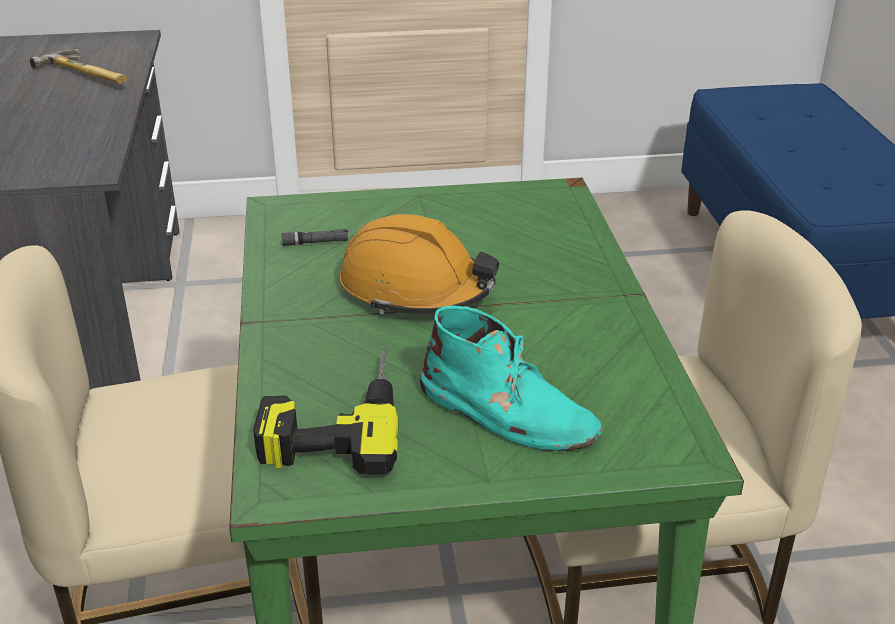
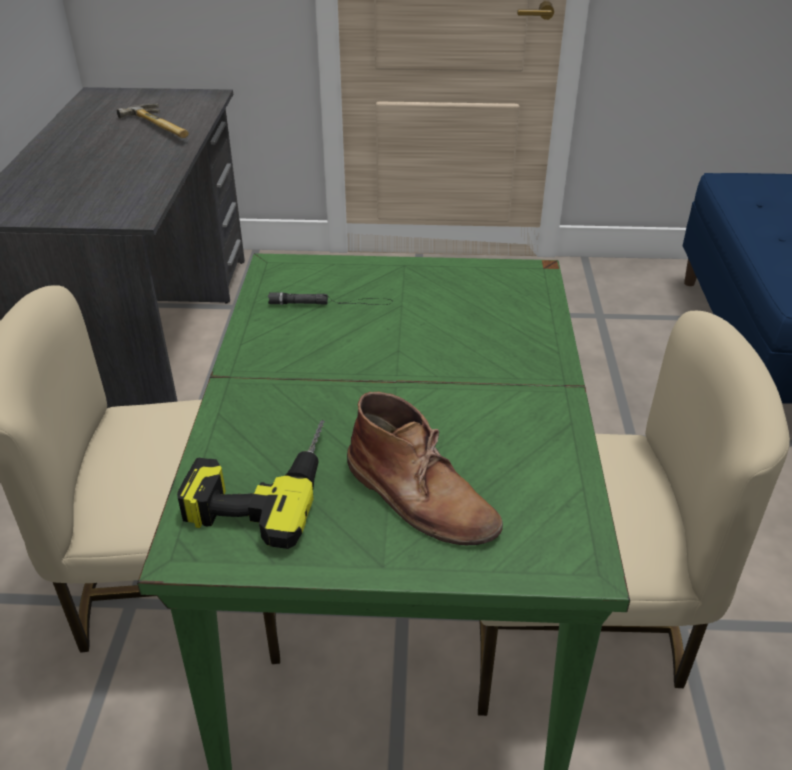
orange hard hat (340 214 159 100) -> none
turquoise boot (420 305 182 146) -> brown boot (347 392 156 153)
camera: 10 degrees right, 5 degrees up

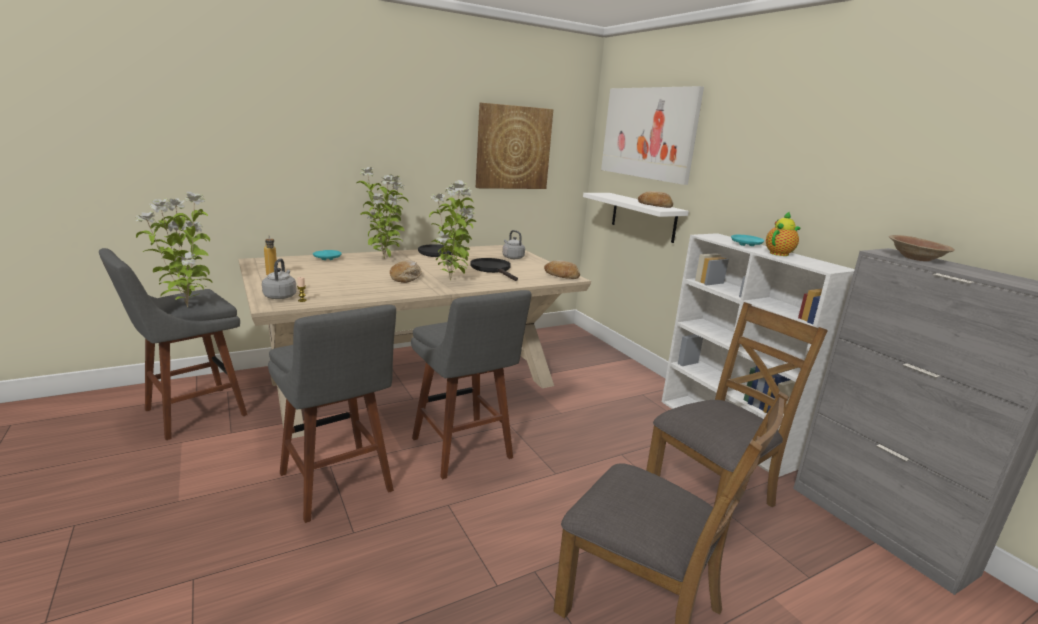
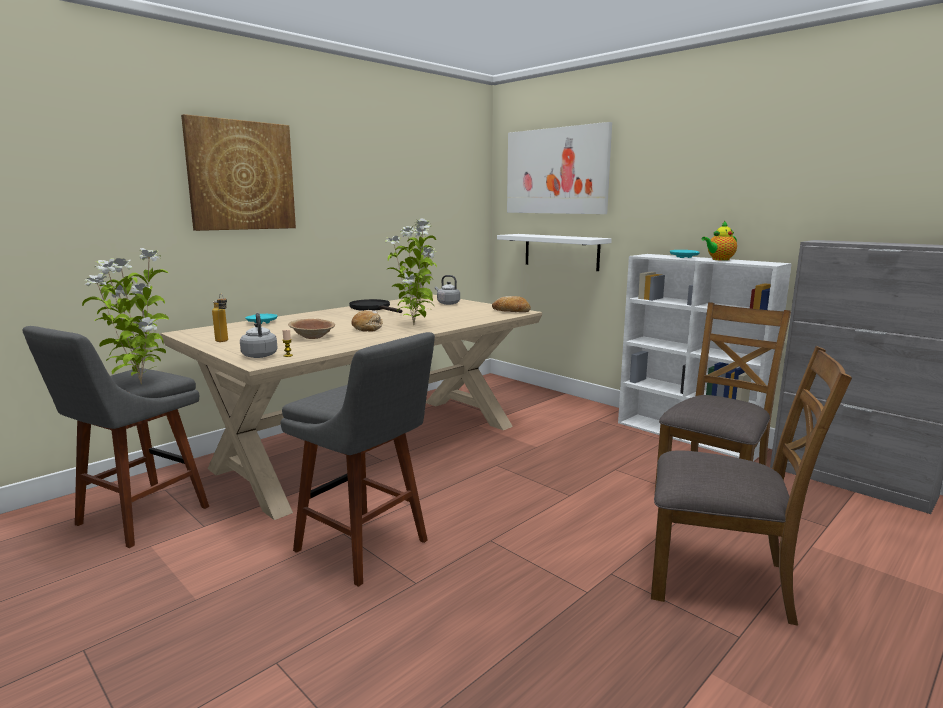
potted plant (356 167 52 92) -> none
grey stool (411 290 121 189) -> none
black frying pan (470 258 48 23) -> none
picture (476 103 77 86) -> picture (181 114 115 117), moved
bread (638 191 35 17) -> none
teapot (766 211 34 45) -> teapot (702 221 35 40), 150 degrees counterclockwise
brown bowl (889 235 66 26) -> brown bowl (288 319 47 20), moved
camera: 15 degrees left, 5 degrees down

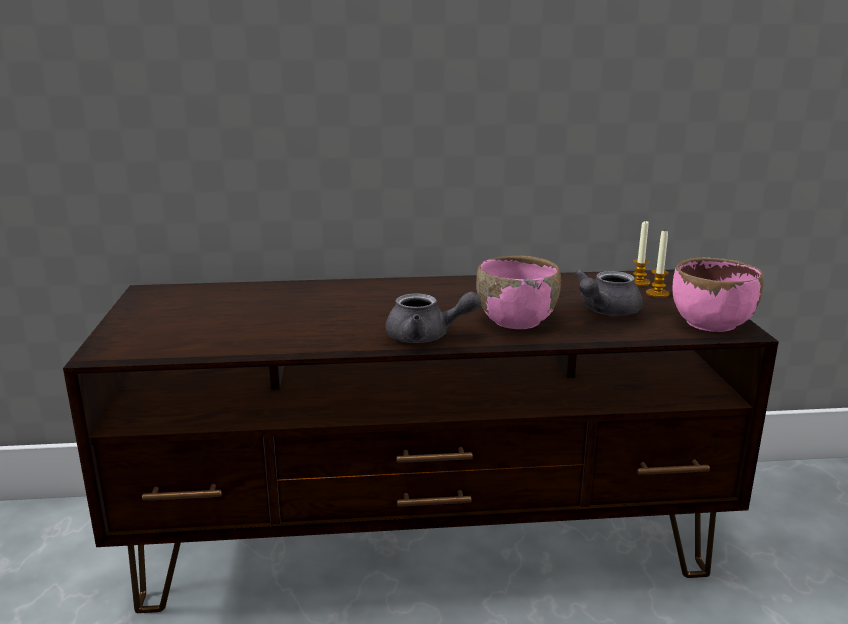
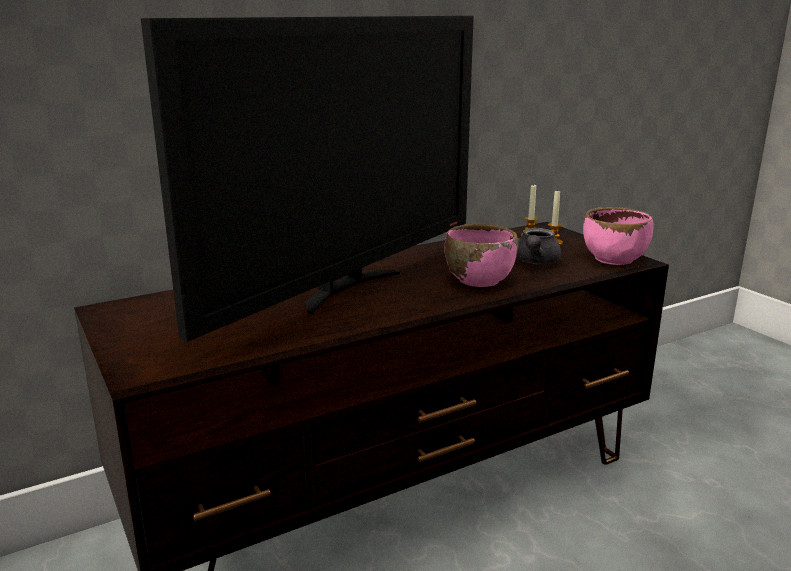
grey teapot (385 292 96 51) -> none
none -> television (141 16 333 326)
camera: 25 degrees left, 0 degrees up

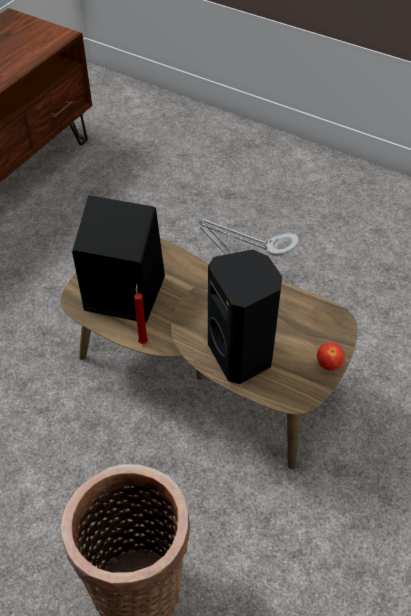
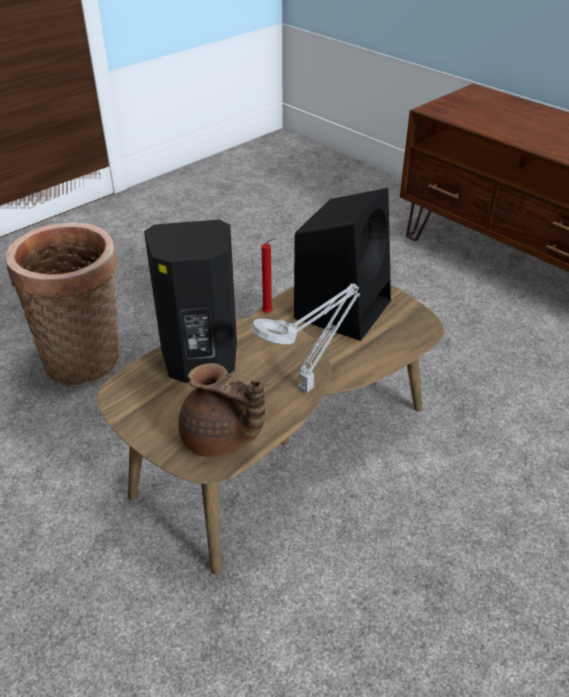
apple (317 342 28 29) -> none
none -> brown teapot (178 363 87 95)
camera: 105 degrees right, 10 degrees down

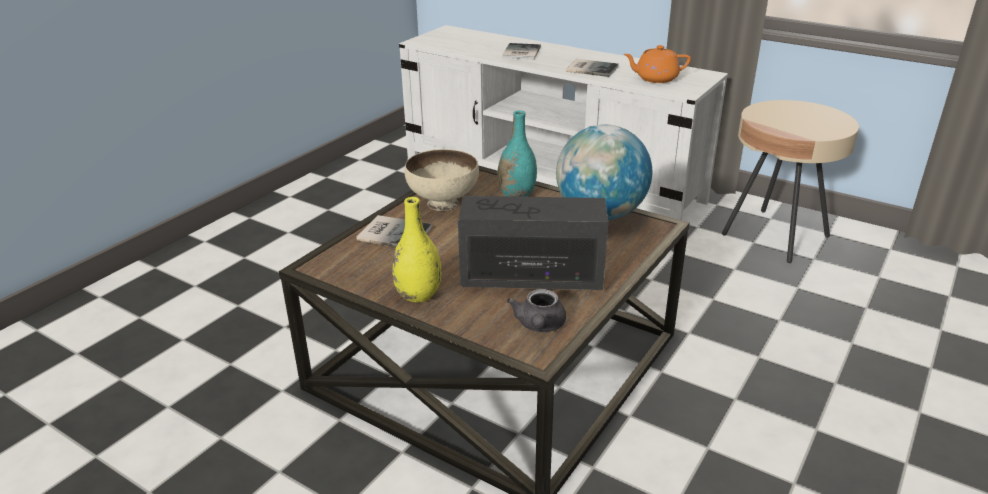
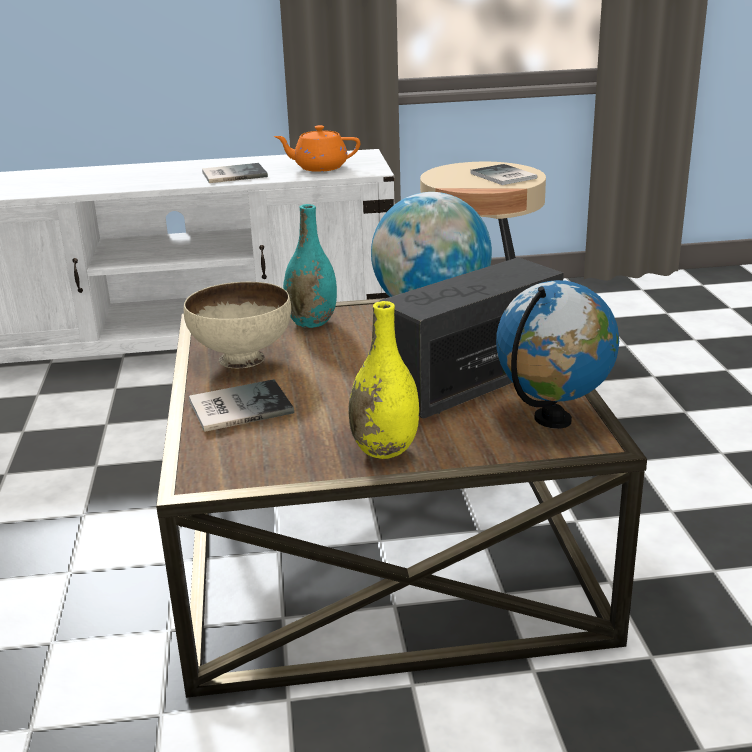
book (502 43 39 17) -> book (471 164 66 21), moved
grey teapot (507 289 59 43) -> globe (496 280 123 149)
orange teapot (623 45 68 38) -> orange teapot (274 125 86 47), 45 degrees clockwise
camera: 40 degrees left, 5 degrees down

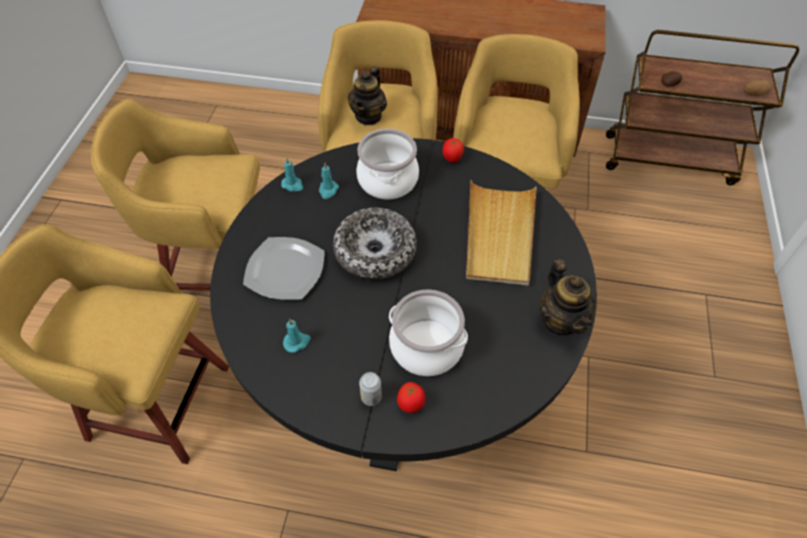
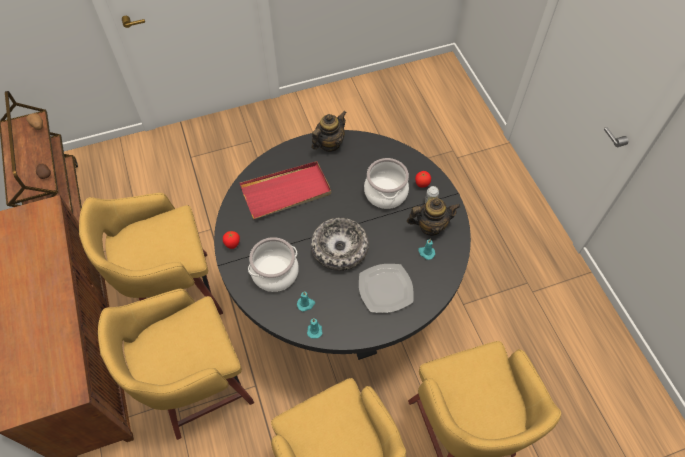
teapot (348 66 39 59) -> teapot (407 198 54 38), moved
beige tray (466 180 71 106) -> red tray (240 161 91 58)
camera: 120 degrees left, 5 degrees up

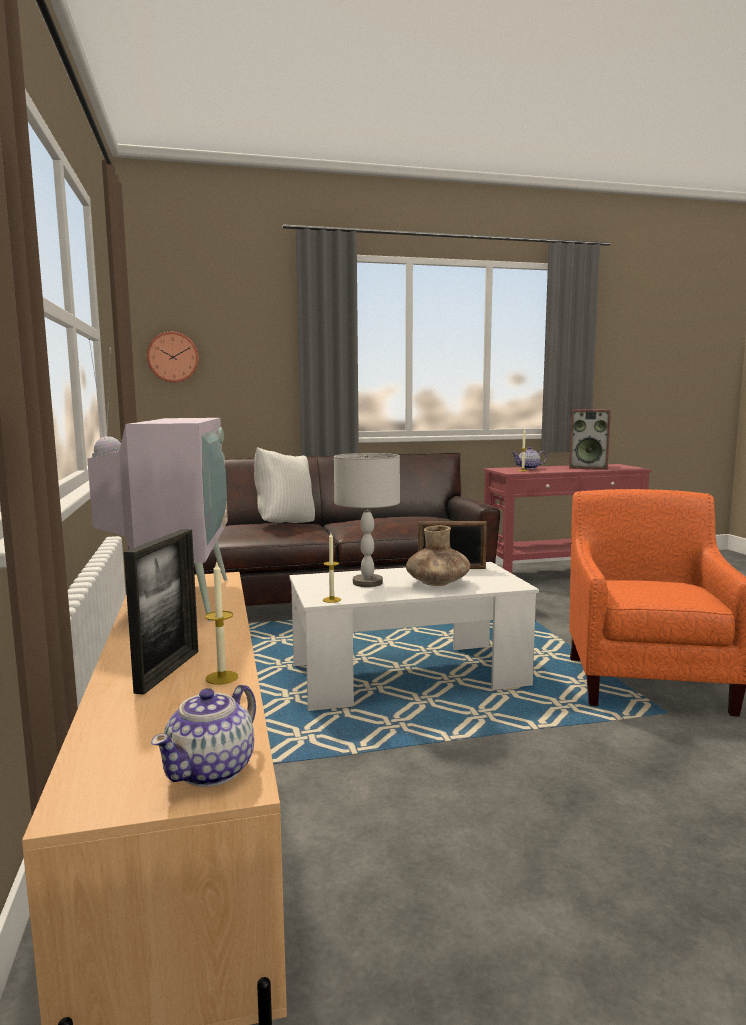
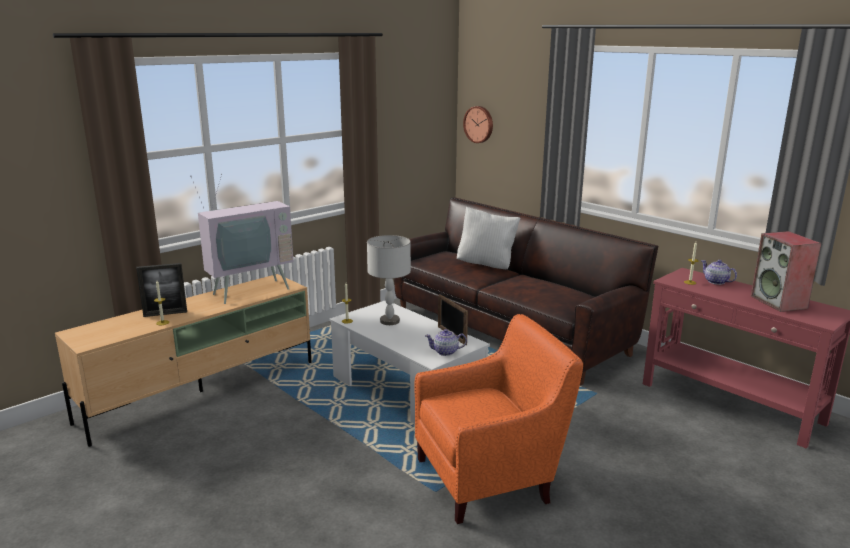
teapot (151 684 105 103) -> teapot (425 329 42 27), moved
brown vase (406 525 64 61) -> none
camera: 60 degrees right, 10 degrees up

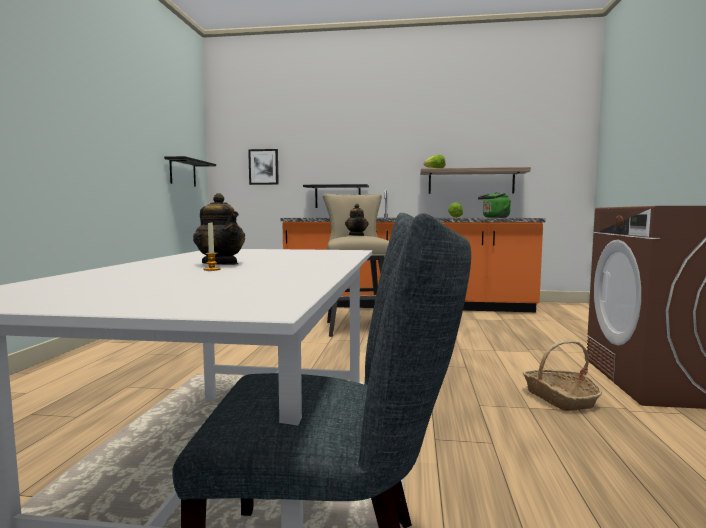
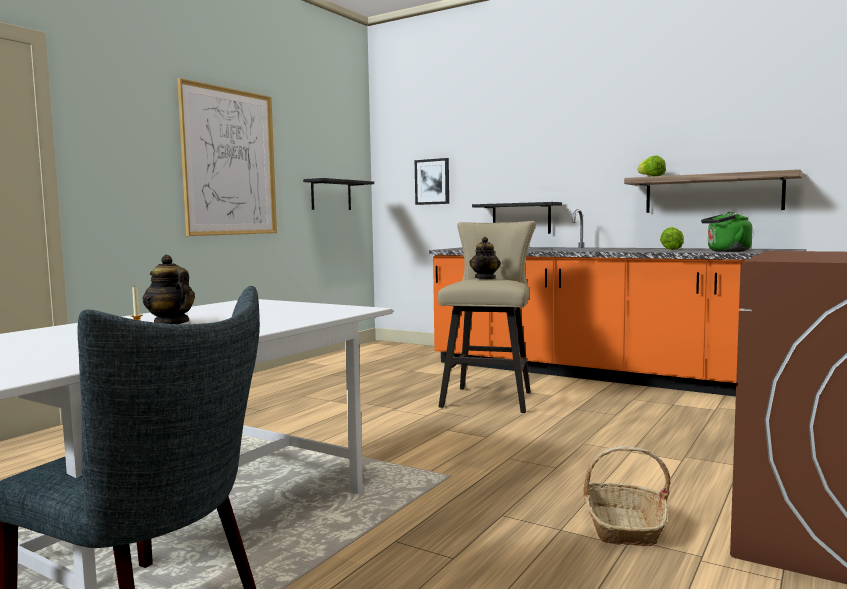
teapot (193 193 52 72) -> teapot (143 255 52 69), 150 degrees clockwise
none -> picture (177 78 100 158)
camera: 25 degrees right, 0 degrees up

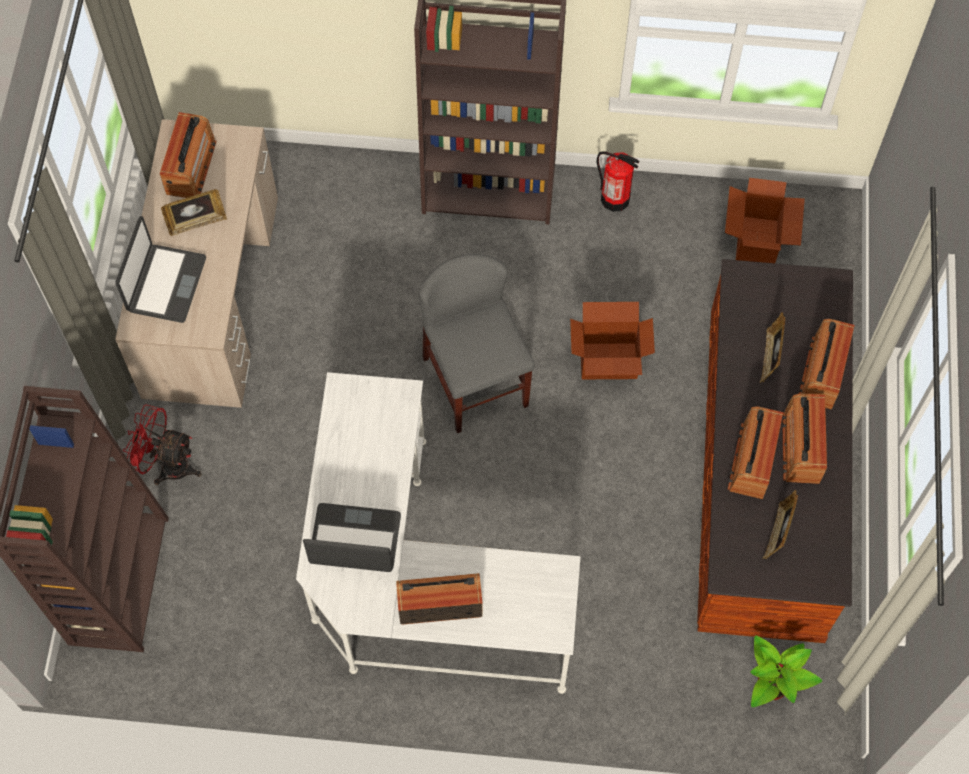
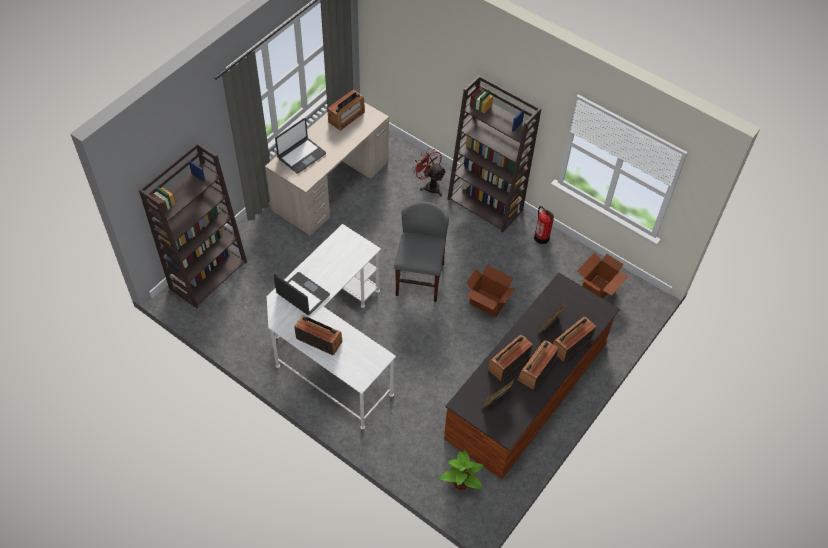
red fan (123 404 78 81) -> red fan (412 148 34 48), moved
picture frame (161 189 66 47) -> none
camera: 30 degrees right, 10 degrees down

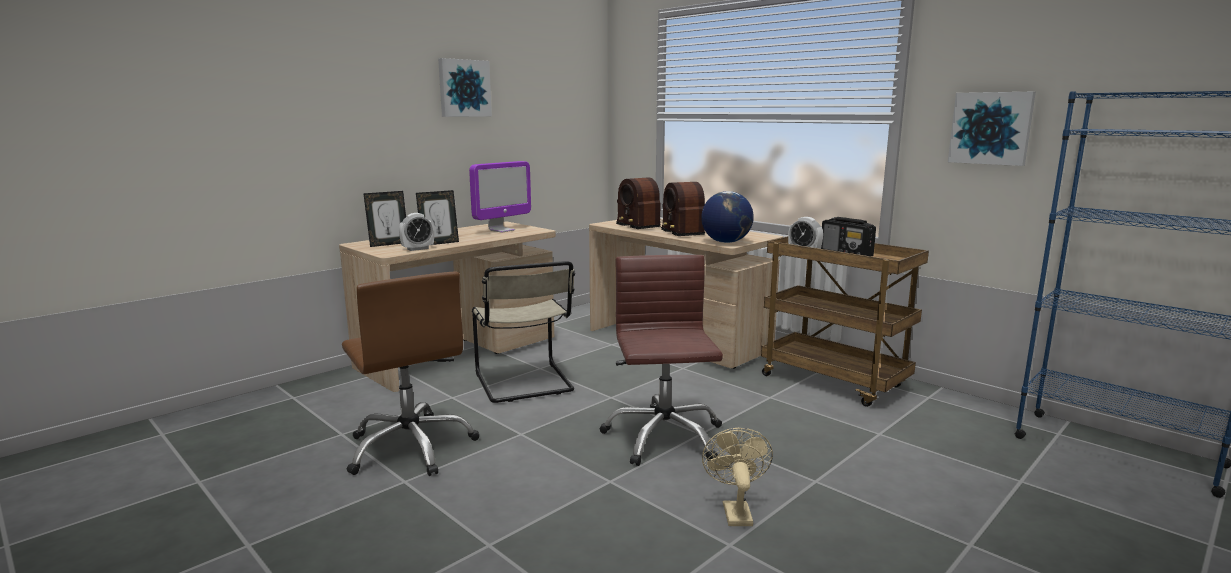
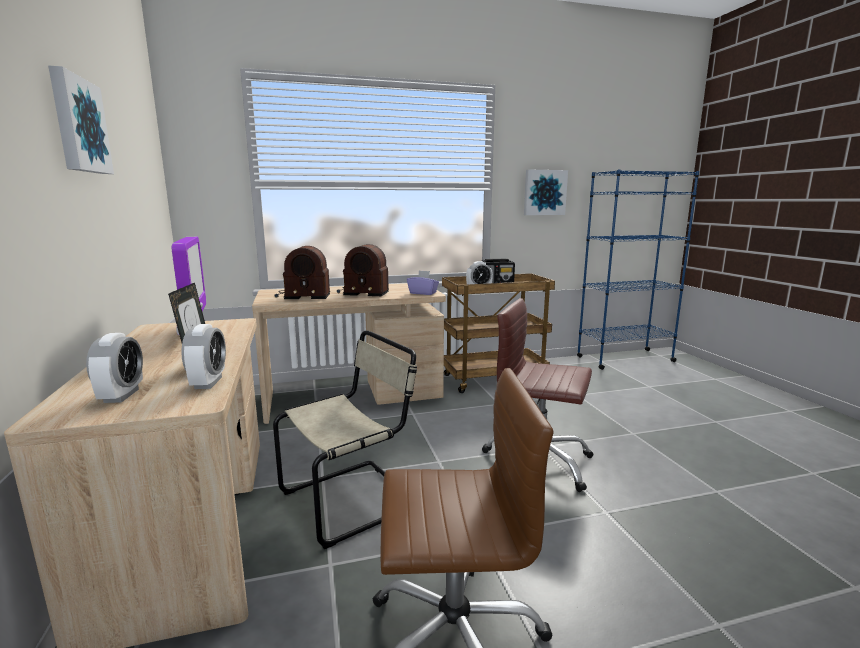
picture frame (363 191 43 56) -> alarm clock (86 333 57 70)
beige chair (472 261 103 142) -> beige chair (273 330 144 219), 45 degrees counterclockwise
globe (701 191 53 52) -> purple tissue box (407 271 32 24)
beige fan (702 428 71 98) -> none
camera: 60 degrees left, 0 degrees up

